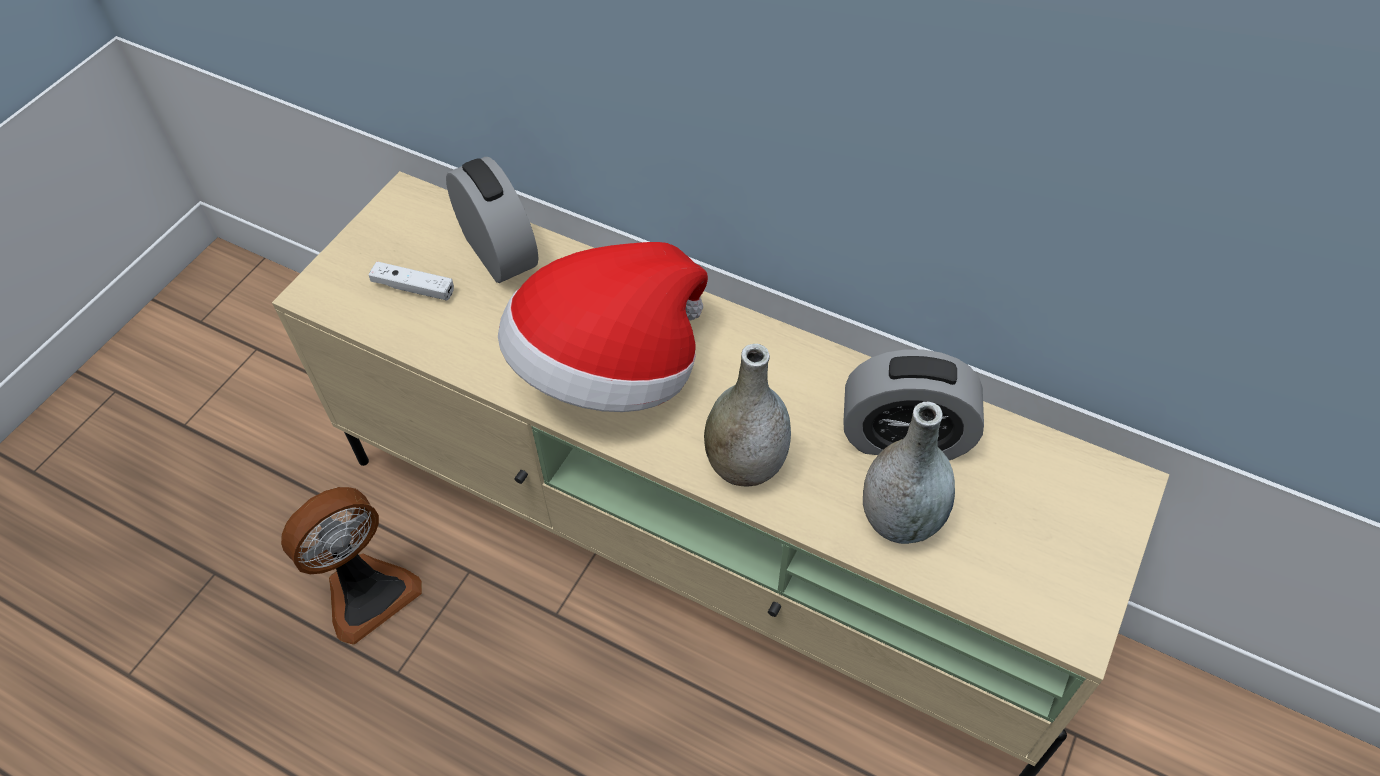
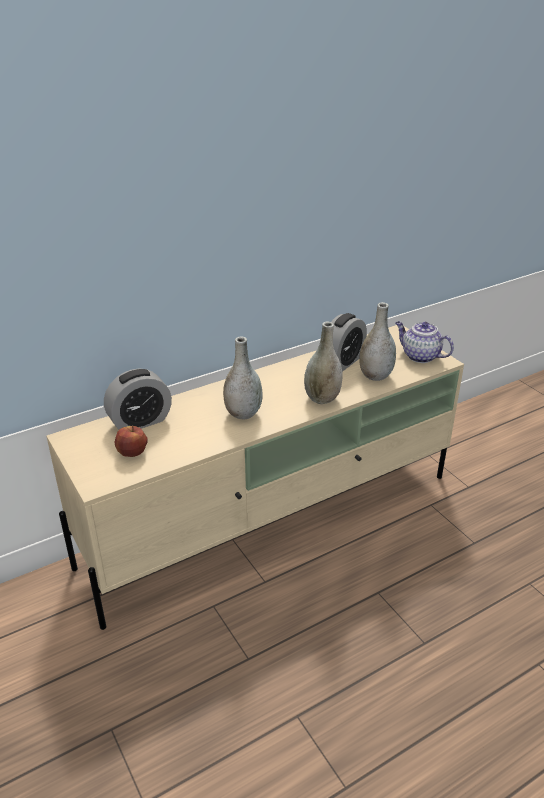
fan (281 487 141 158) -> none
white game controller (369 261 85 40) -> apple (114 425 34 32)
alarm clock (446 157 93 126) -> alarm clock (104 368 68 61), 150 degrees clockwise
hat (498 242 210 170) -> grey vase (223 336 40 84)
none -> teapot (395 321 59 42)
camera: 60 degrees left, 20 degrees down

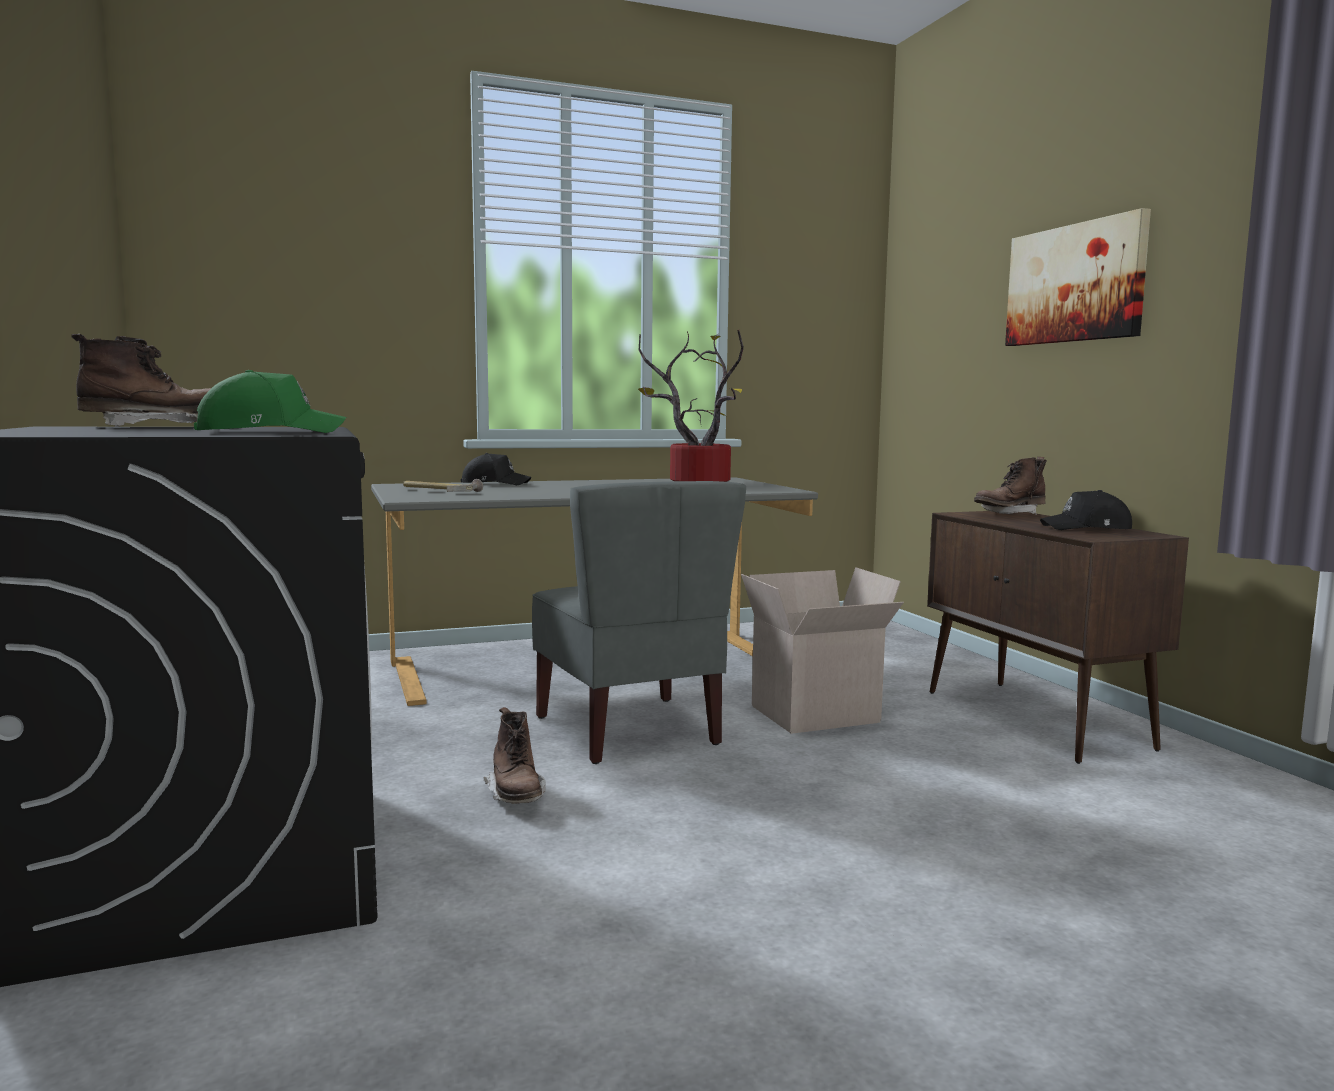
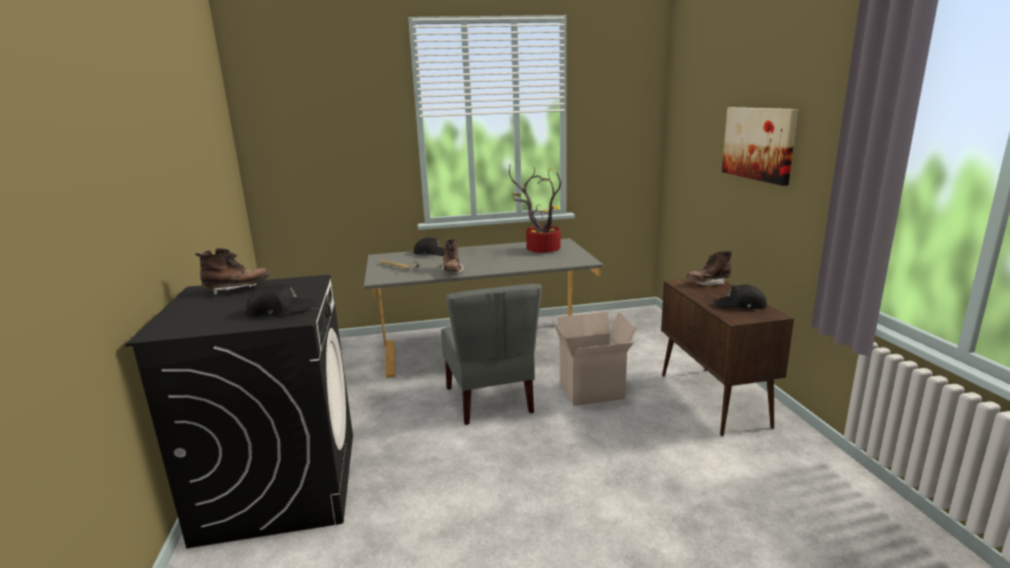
green cap (194 370 152 63) -> black cap (245 284 70 33)
brown boot (484 707 62 97) -> brown boot (440 238 24 36), moved
camera: 10 degrees right, 10 degrees up

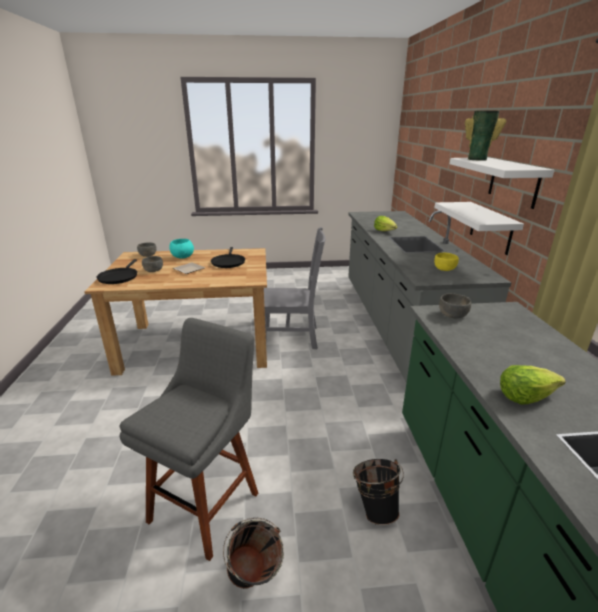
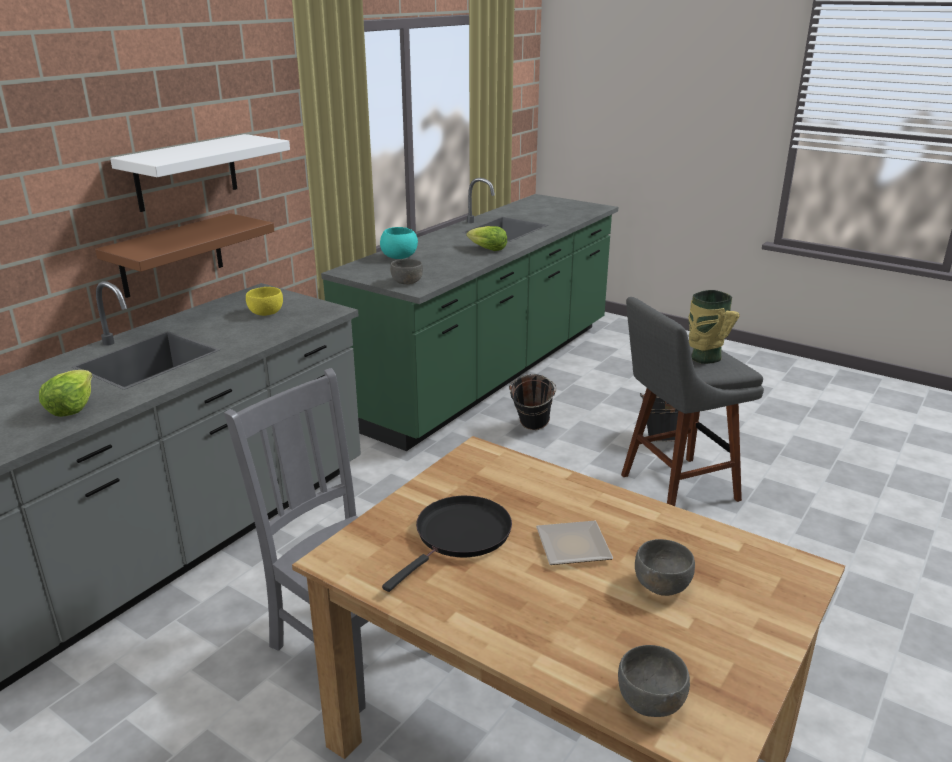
black frying pan (97 259 40 25) -> none
turquoise bowl (169 239 25 20) -> turquoise bowl (380 227 38 32), moved
white shelf (434 202 90 53) -> brown shelf (95 213 179 85)
vase (465 111 41 50) -> vase (688 290 52 74), moved
camera: 140 degrees left, 0 degrees up

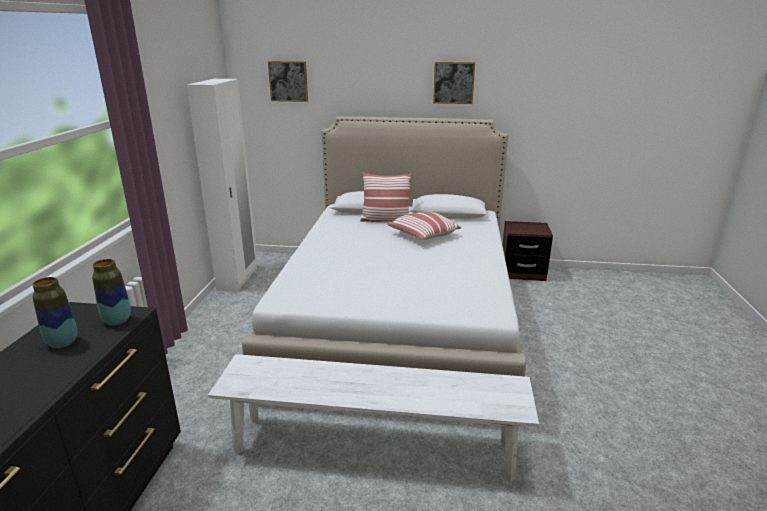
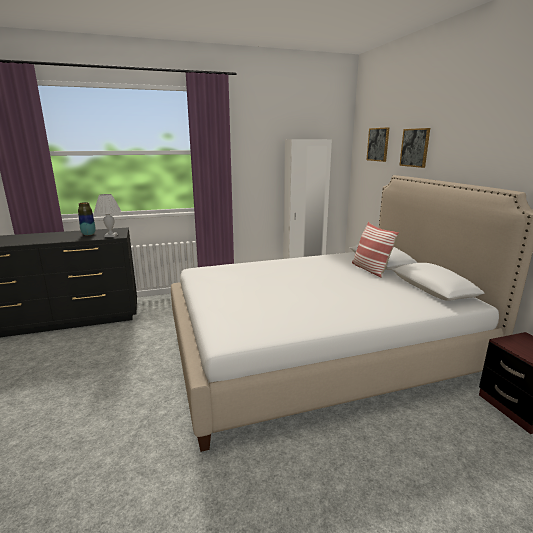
vase (92 259 39 66) -> white table lamp (94 194 27 43)
white bench (208 354 331 128) -> none
pillow (387 211 74 29) -> none
picture (433 62 42 42) -> picture (399 128 31 40), moved
camera: 65 degrees right, 5 degrees down

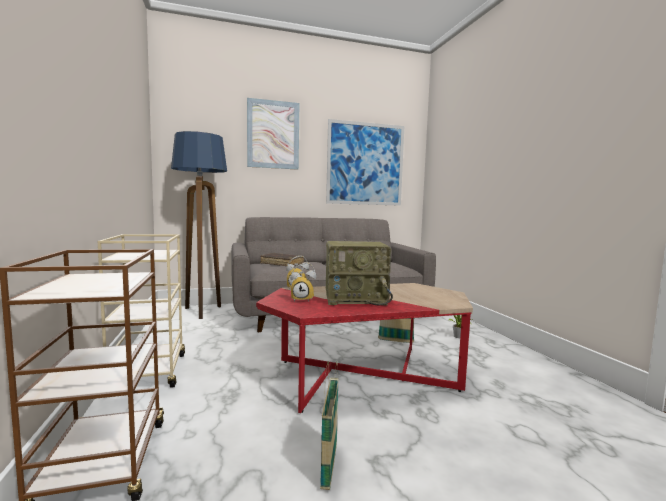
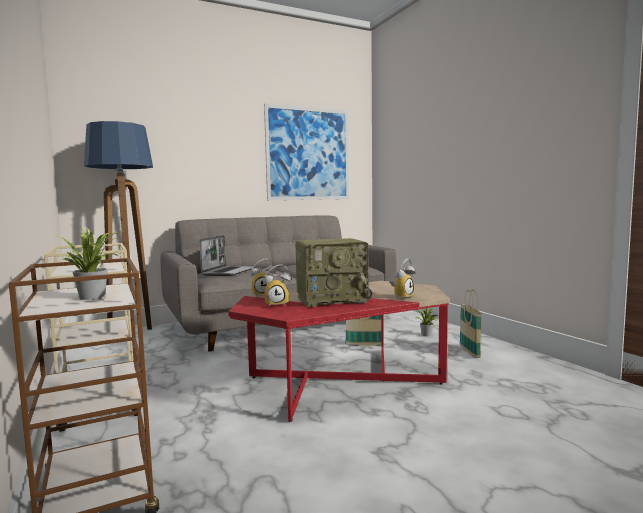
picture (247 98 52 72) -> none
brown book (260 253 44 13) -> laptop (200 235 55 41)
basket (320 361 19 129) -> basket (460 289 22 69), moved
none -> potted plant (55 228 69 72)
none -> alarm clock (389 259 26 39)
camera: 10 degrees left, 0 degrees up

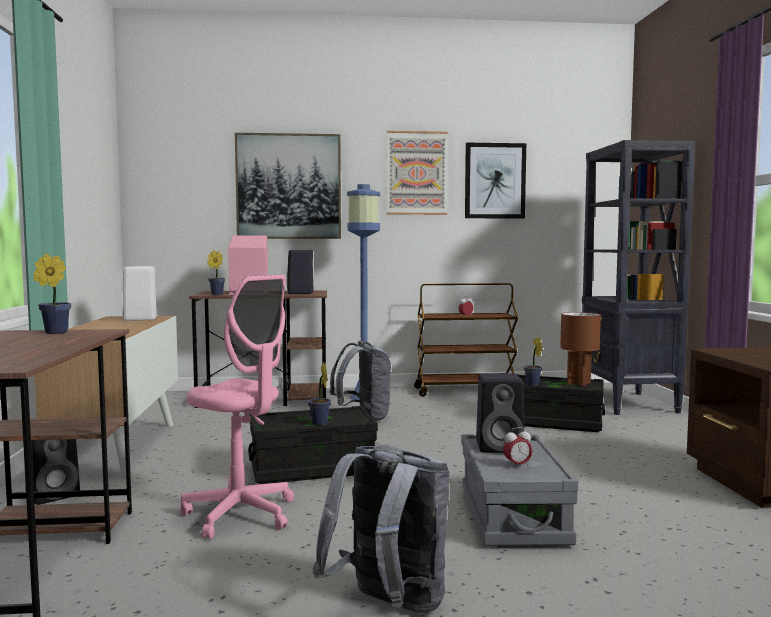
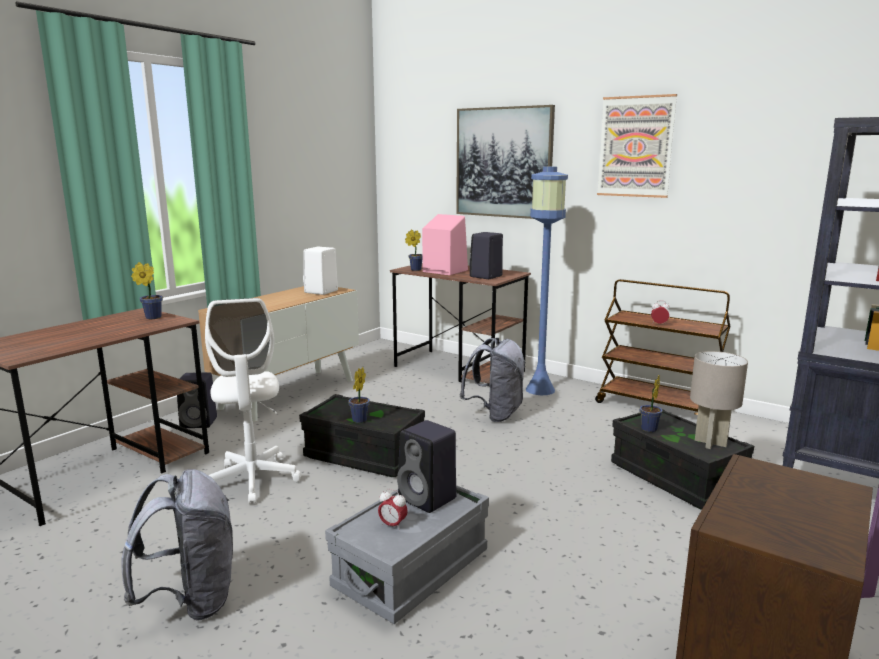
pink office chair (180 275 114 264) -> white office chair (205 298 96 206)
picture (465 143 61 76) -> none
brown table lamp (560 312 41 74) -> grey table lamp (690 351 58 98)
camera: 40 degrees right, 10 degrees up

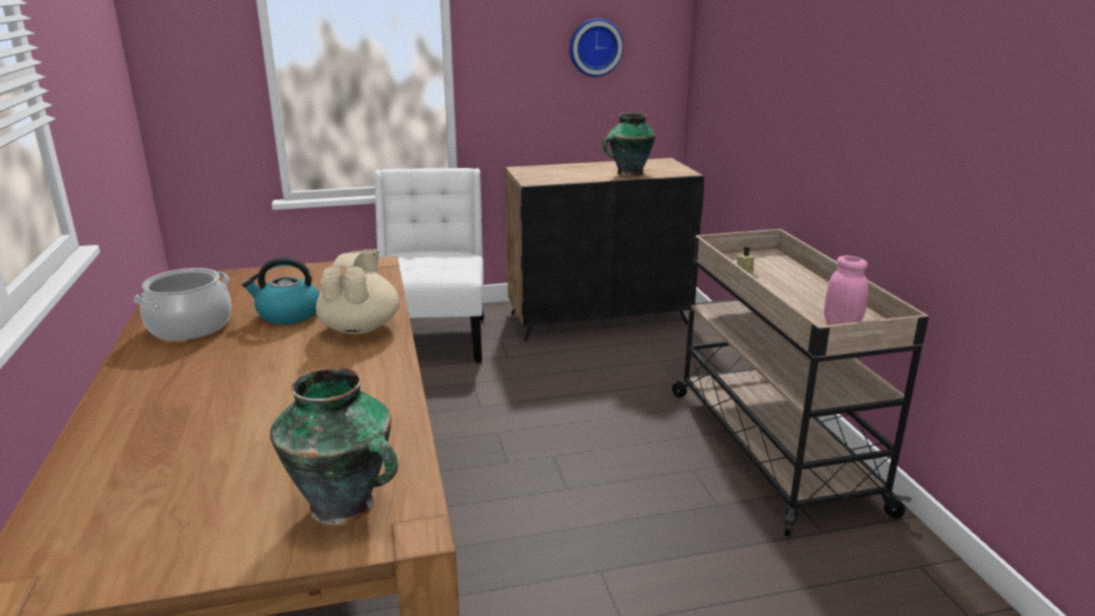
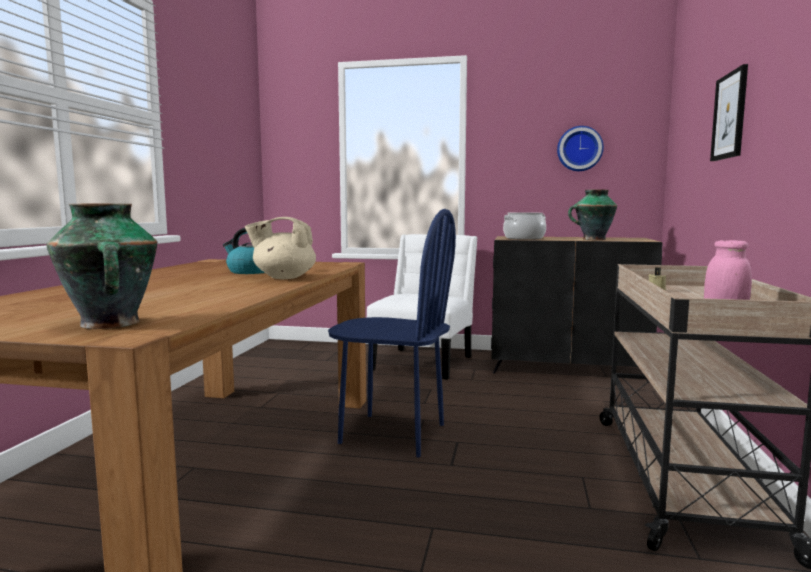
cooking pot (134 268 97 72) -> cooking pot (503 213 43 27), moved
beige teapot (316 249 83 85) -> beige teapot (245 217 71 62), 120 degrees counterclockwise
none -> blue chair (328 209 128 249)
none -> picture (710 64 38 97)
camera: 25 degrees right, 15 degrees down

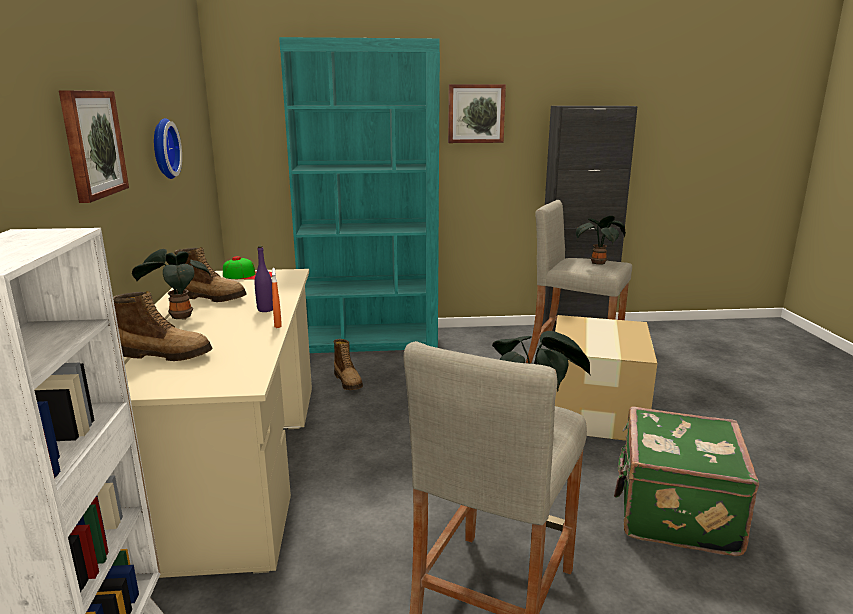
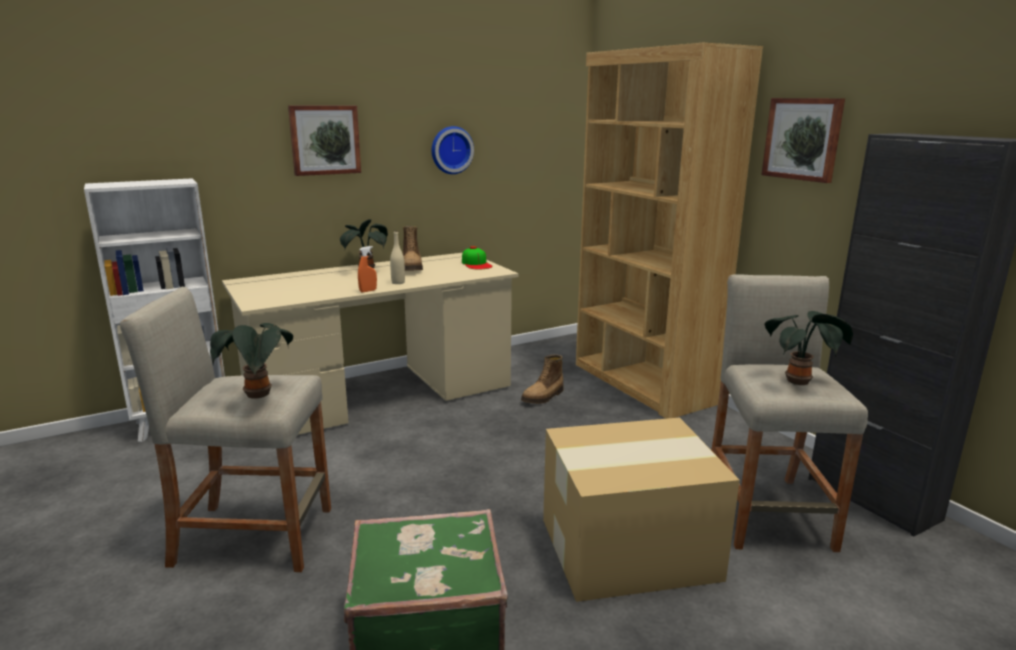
boot (113 291 99 70) -> none
purple bottle (254 246 19 66) -> beige bottle (390 230 15 54)
turquoise bookcase (279 37 161 316) -> brown bookcase (576 43 187 376)
camera: 65 degrees right, 0 degrees up

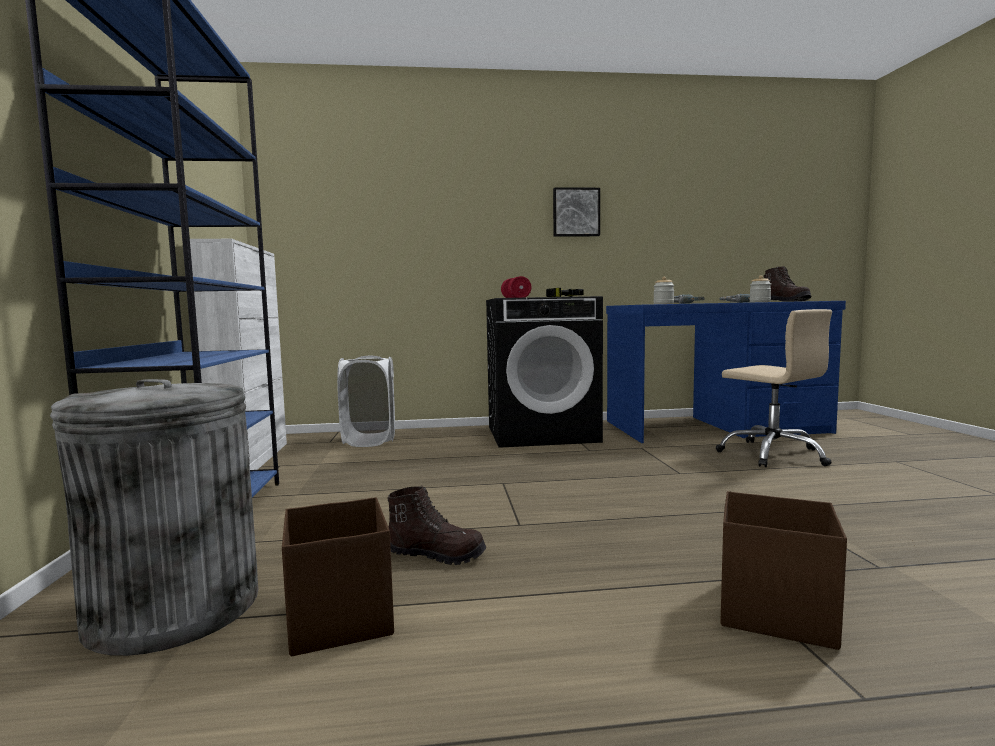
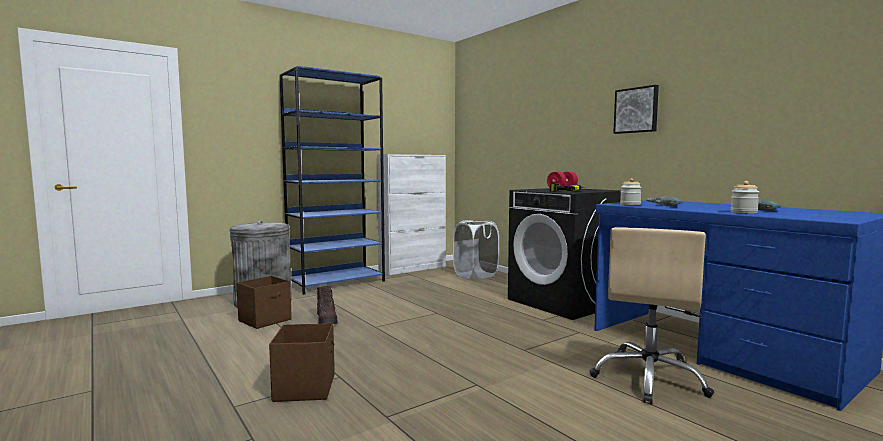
brown boot (764 266 47 36) -> none
camera: 60 degrees right, 0 degrees up

